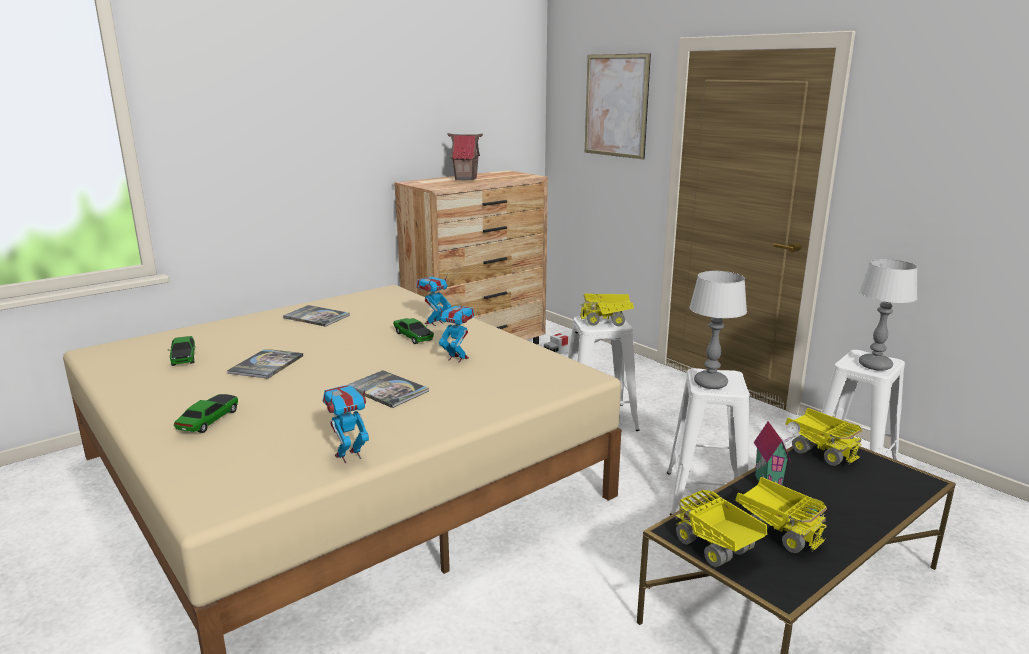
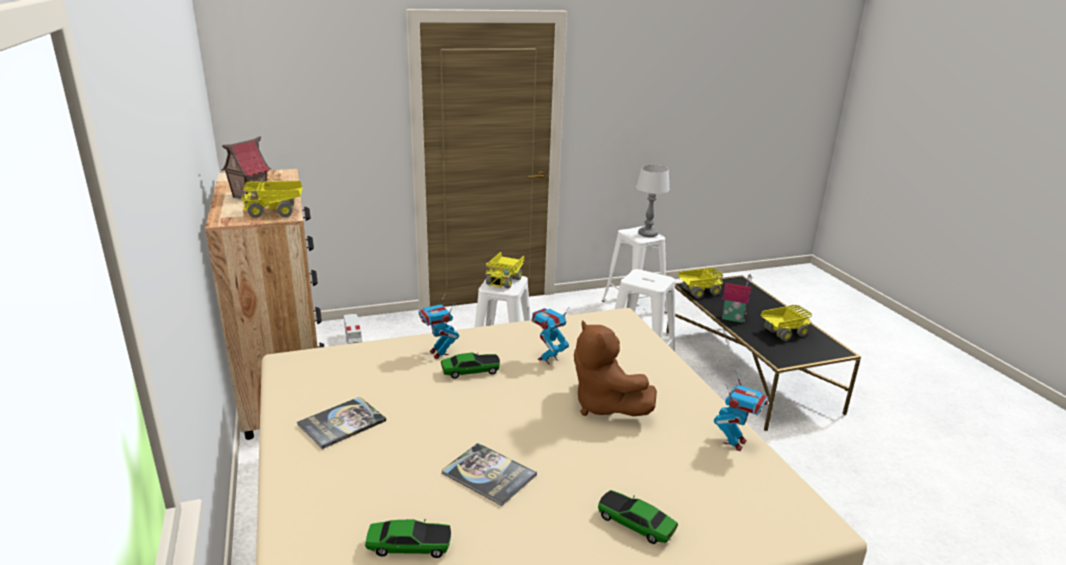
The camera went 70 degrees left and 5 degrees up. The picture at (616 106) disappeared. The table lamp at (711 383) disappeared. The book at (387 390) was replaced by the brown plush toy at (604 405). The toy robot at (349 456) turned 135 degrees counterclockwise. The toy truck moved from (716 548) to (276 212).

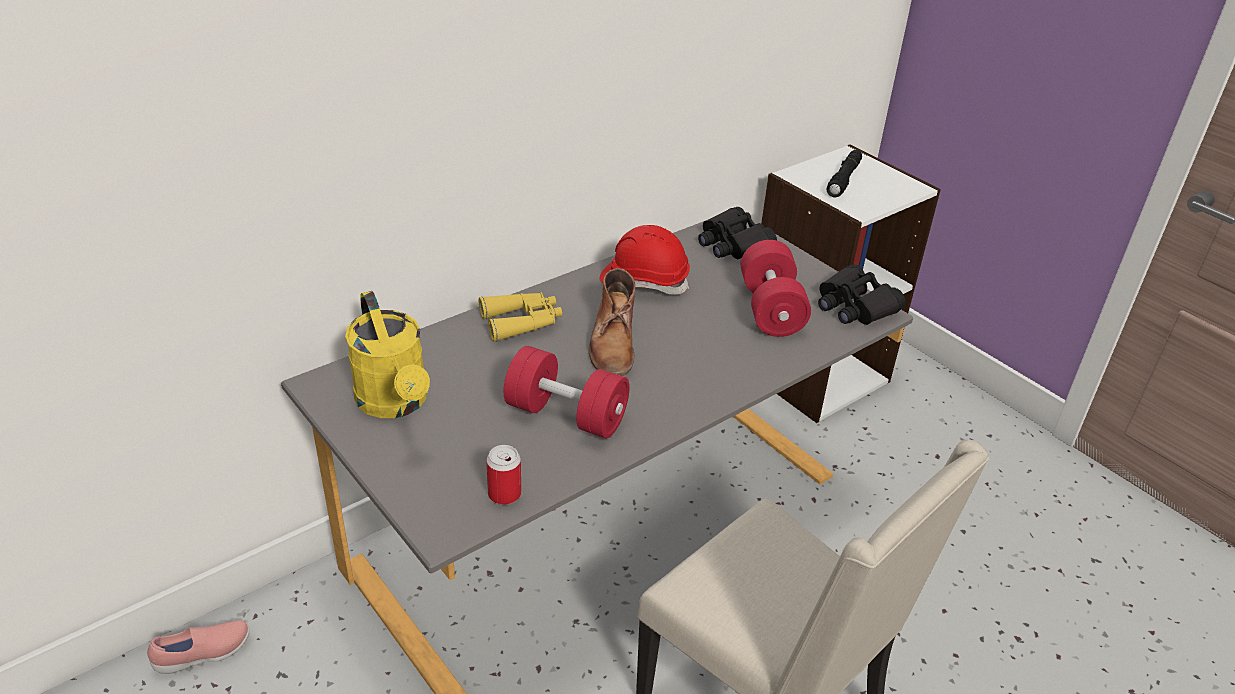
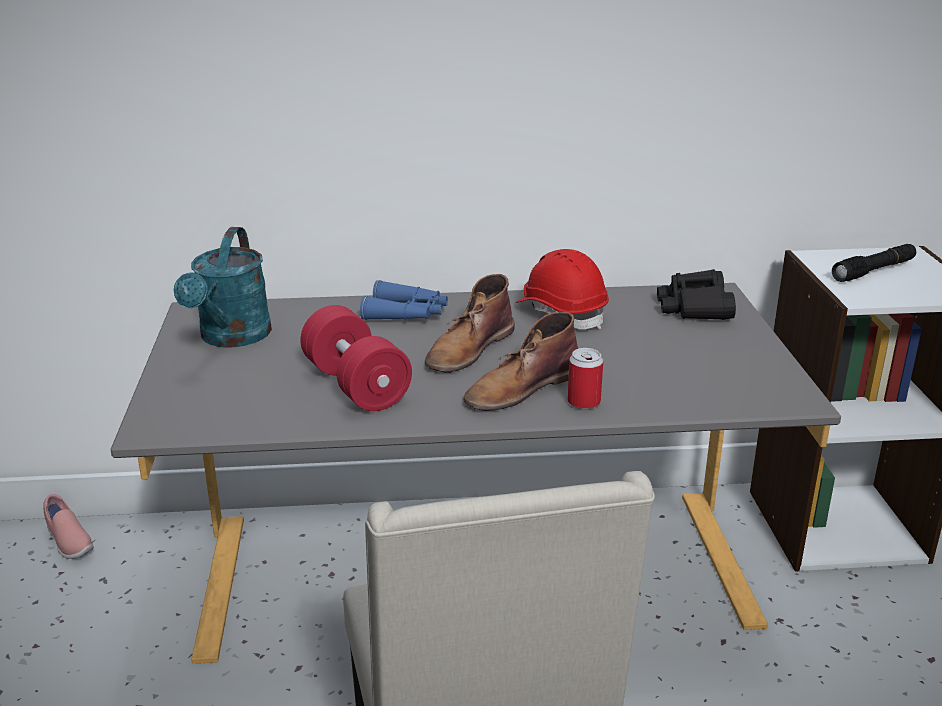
The camera went 35 degrees right and 10 degrees down. The red dumbbell at (770 309) disappeared. The black binoculars at (854 306) disappeared. The yellow watering can at (396 403) became the turquoise watering can at (231 338). The yellow binoculars at (522 322) became the blue binoculars at (407 313). The can moved from (504 494) to (583 402). The pink shoe at (203 654) turned 45 degrees clockwise. The brown boot at (521 388) appeared.

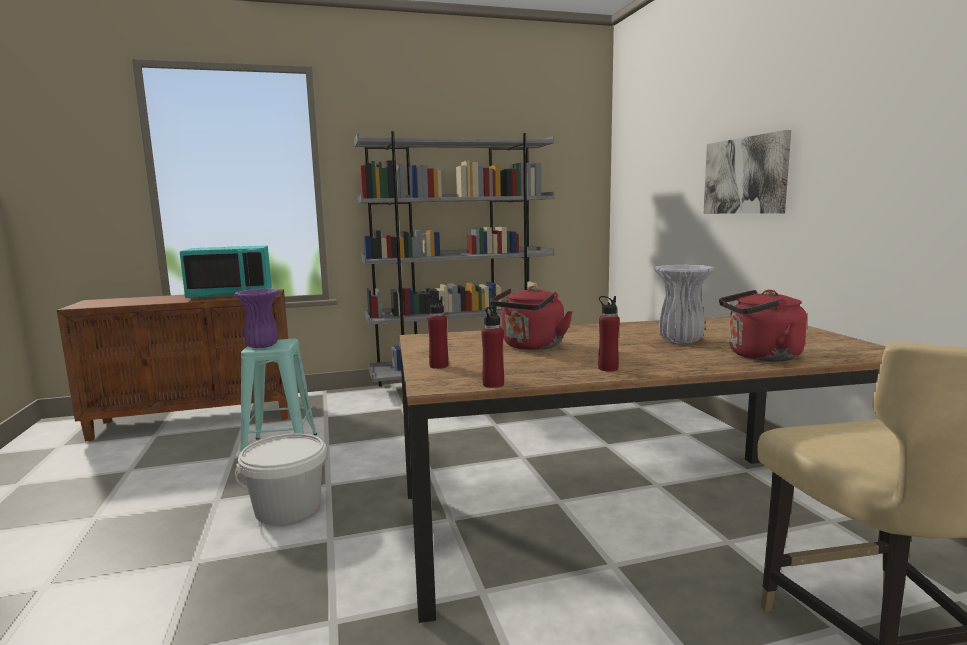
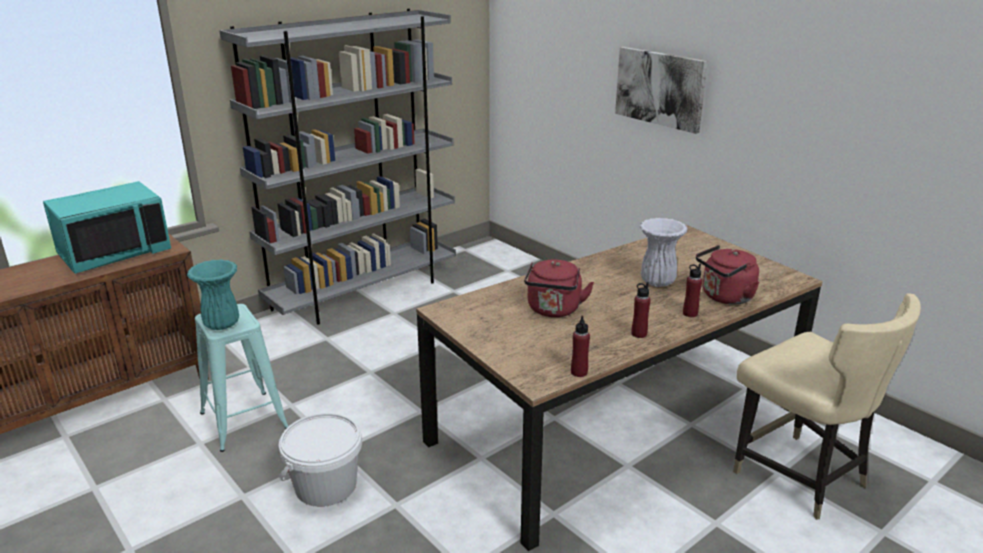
The camera went 25 degrees left and 15 degrees up. The purple vase at (263 346) became the turquoise vase at (222 324). The red bottle moved from (438 366) to (690 313).

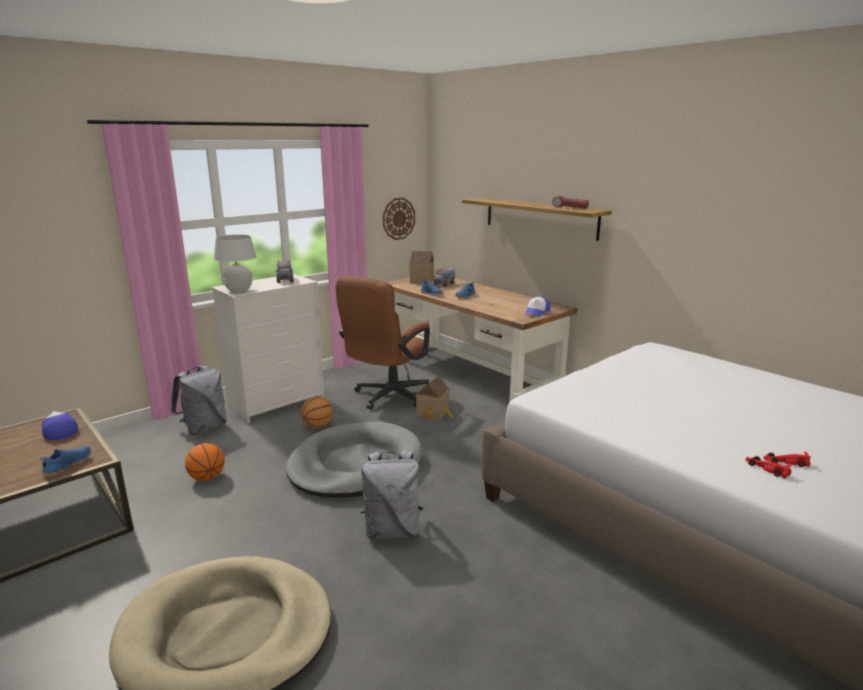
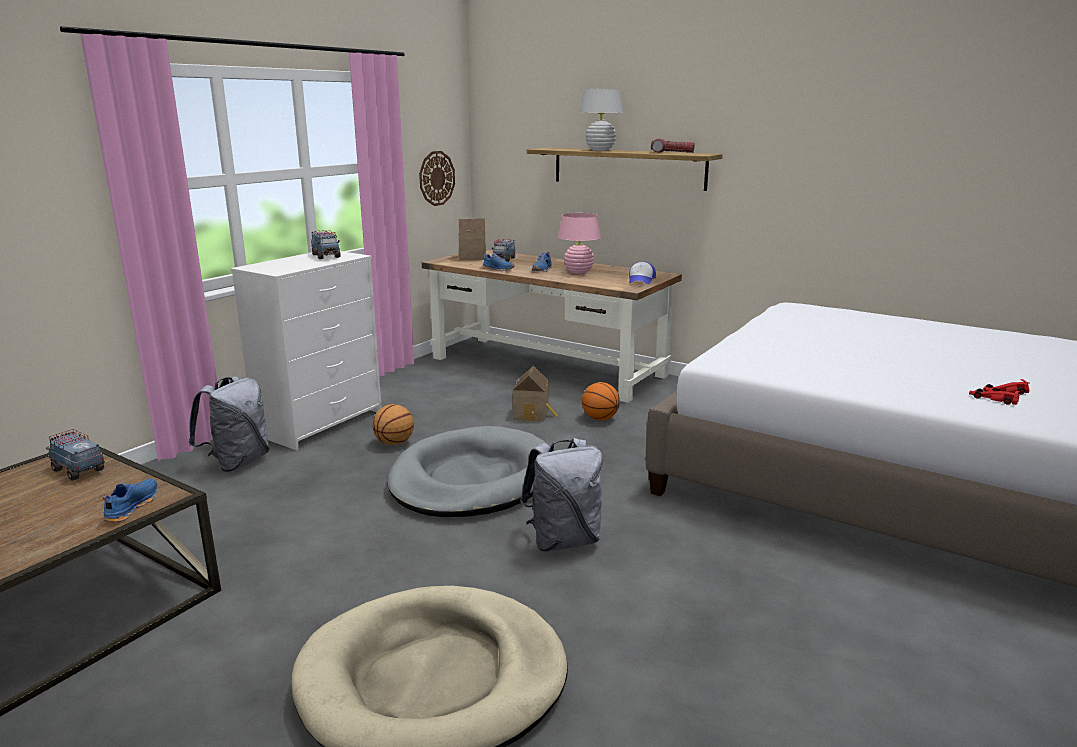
The camera went 15 degrees left and 0 degrees up. The white table lamp moved from (239 290) to (600 150). The brown office chair at (388 397) disappeared. The cap at (59 431) was replaced by the toy truck at (78 470). The basketball moved from (207 478) to (600 418). The pink table lamp at (578 272) appeared.

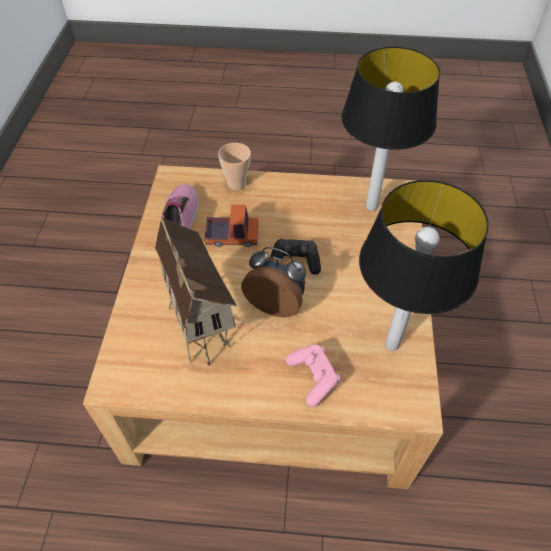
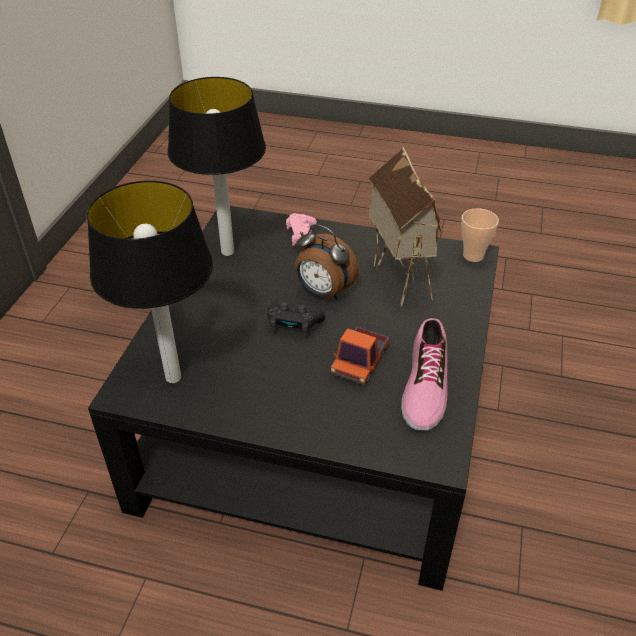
The camera went 170 degrees left and 10 degrees down. The cup moved from (236 184) to (473 256). The beige coffee table at (275 351) became the black coffee table at (318 423). The toy truck at (232 236) turned 75 degrees counterclockwise.

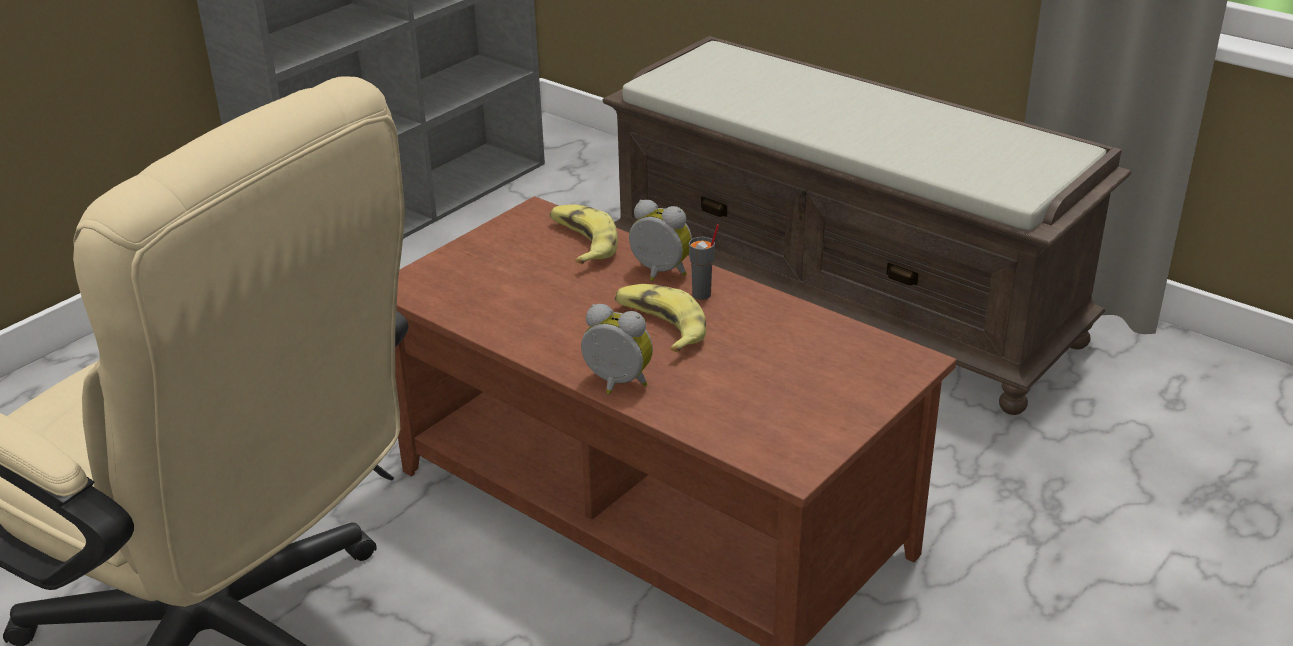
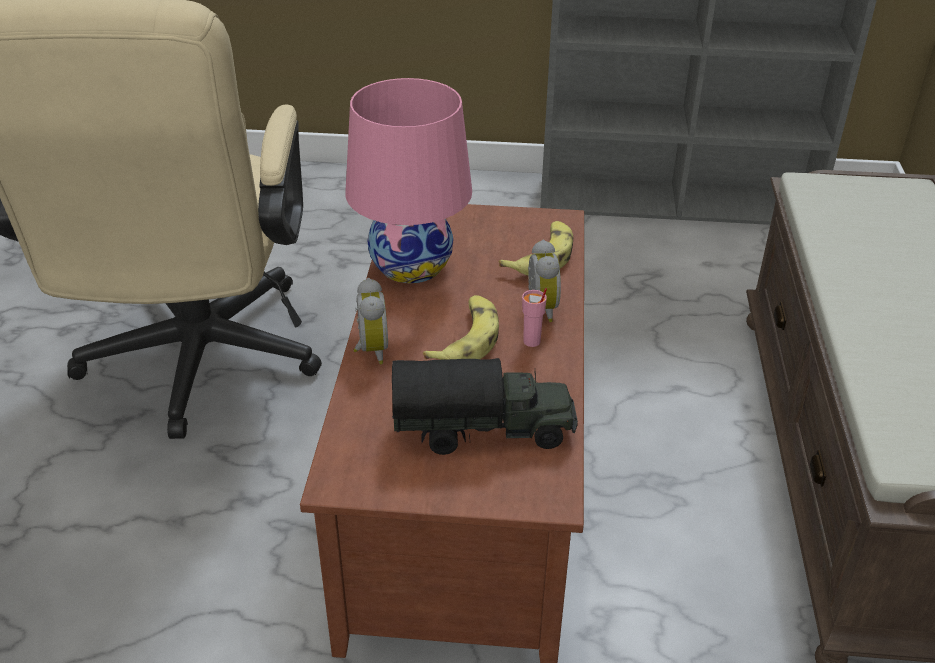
The camera went 55 degrees right and 5 degrees up. The grey cup at (702 295) became the pink cup at (532 342). The pink table lamp at (411 265) appeared. The toy truck at (484 431) appeared.

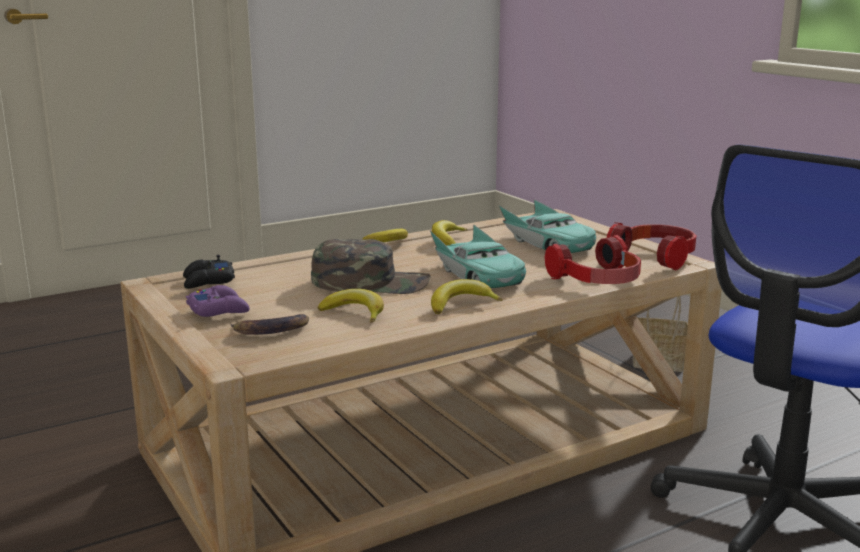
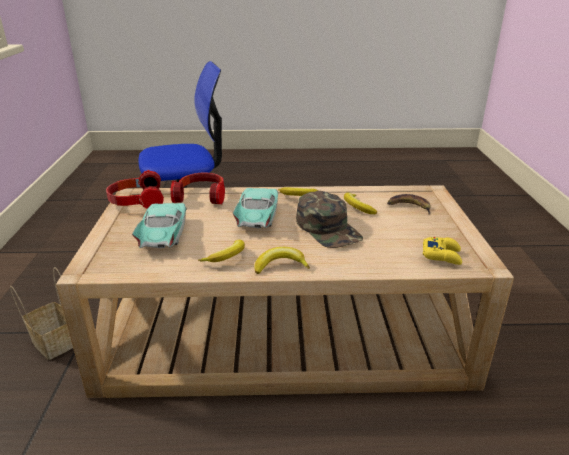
The camera went 150 degrees left and 10 degrees up. The green cap at (371 282) turned 150 degrees counterclockwise. The black game controller at (208 281) became the yellow game controller at (442 255). The purple game controller at (218 309) disappeared.

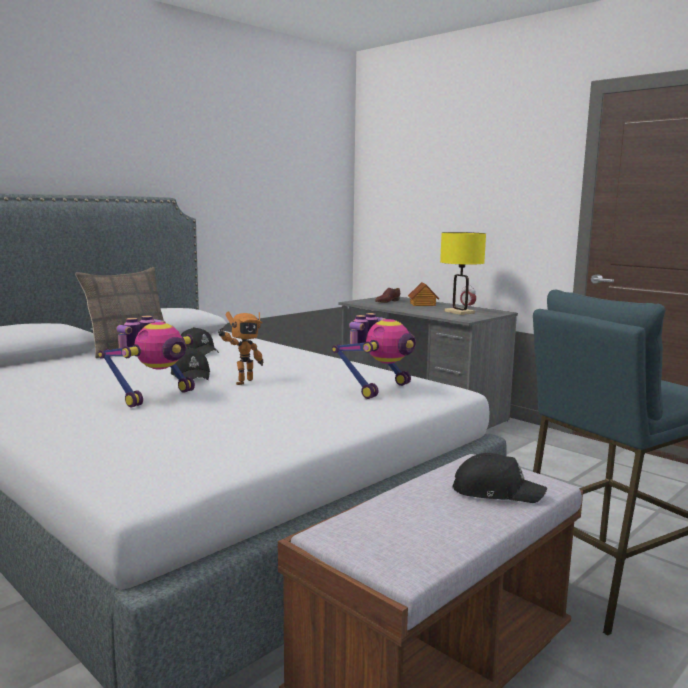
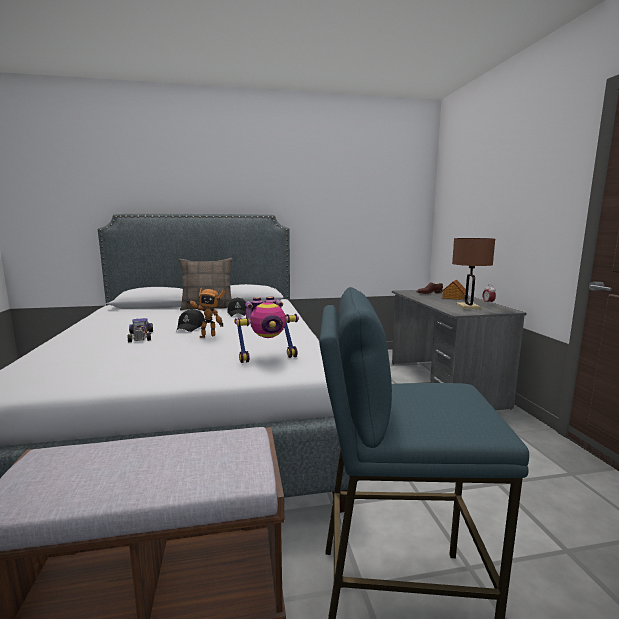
The camera went 35 degrees right and 0 degrees up. The yellow table lamp at (459 312) became the brown table lamp at (468 306). The toy robot at (154 396) was replaced by the toy car at (140 336). The black cap at (496 491) disappeared.

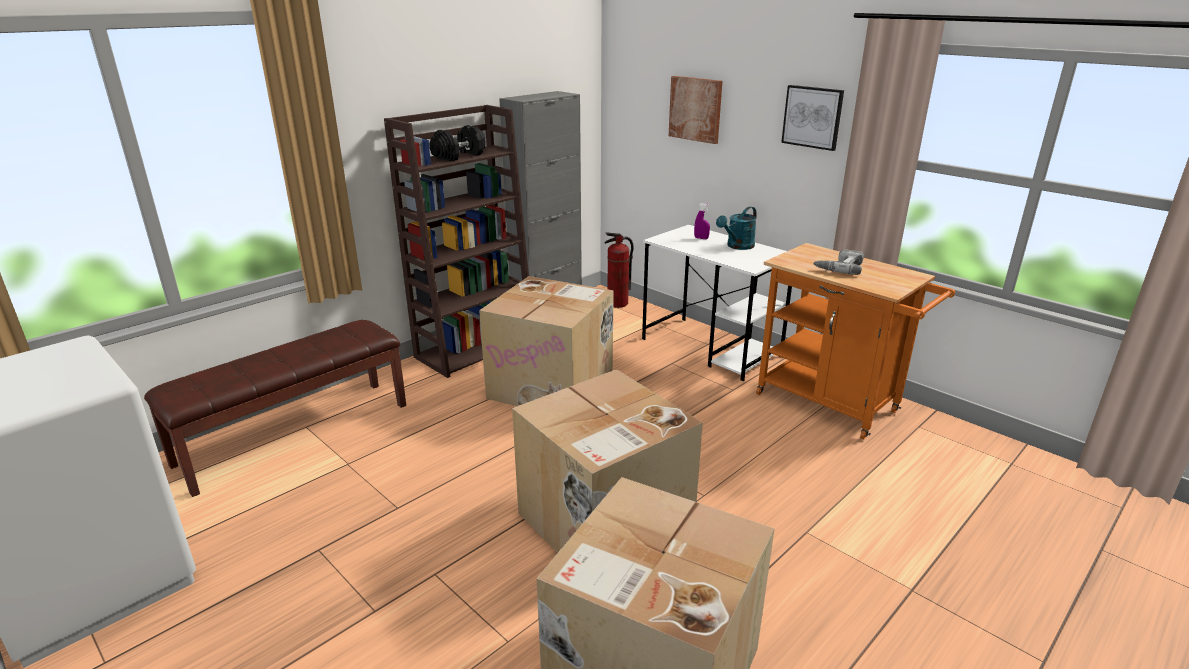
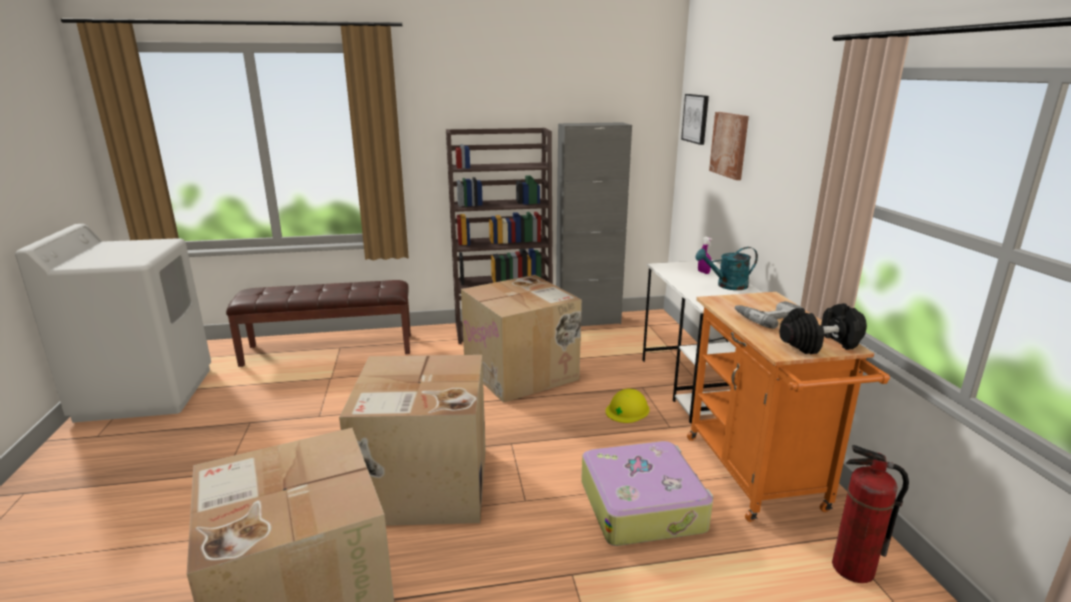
The camera went 35 degrees right and 5 degrees down. The picture moved from (812 117) to (696 118). The black dumbbell moved from (459 156) to (819 344). The fire extinguisher moved from (617 303) to (853 569). The yellow hard hat at (627 410) appeared. The suitcase at (643 505) appeared.

